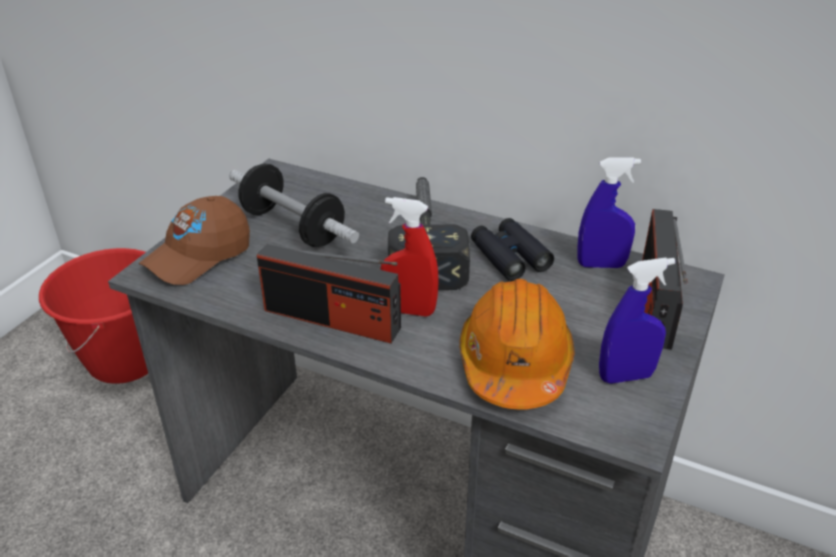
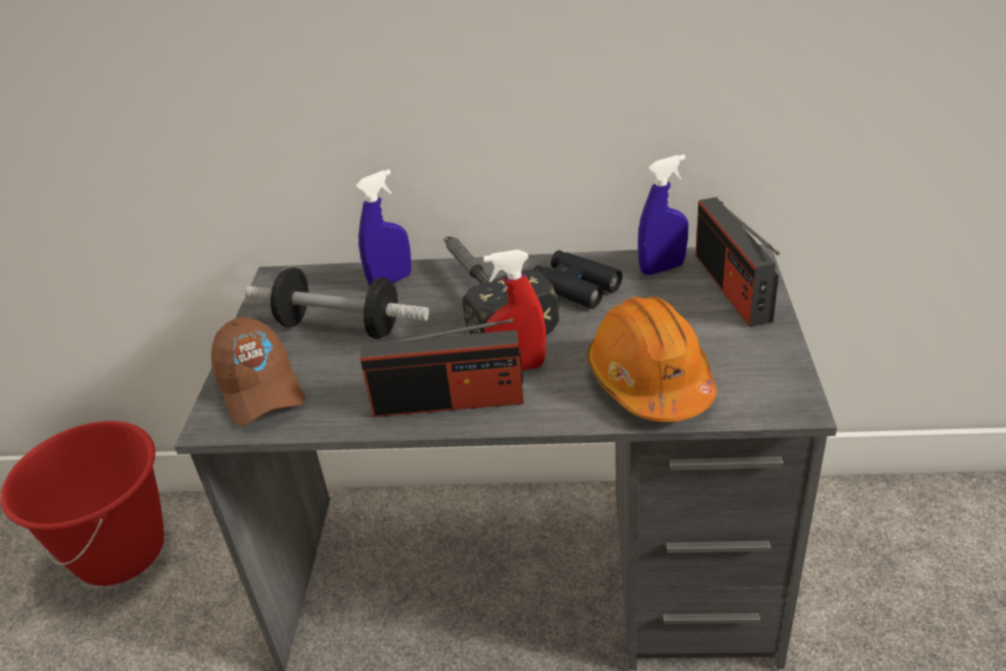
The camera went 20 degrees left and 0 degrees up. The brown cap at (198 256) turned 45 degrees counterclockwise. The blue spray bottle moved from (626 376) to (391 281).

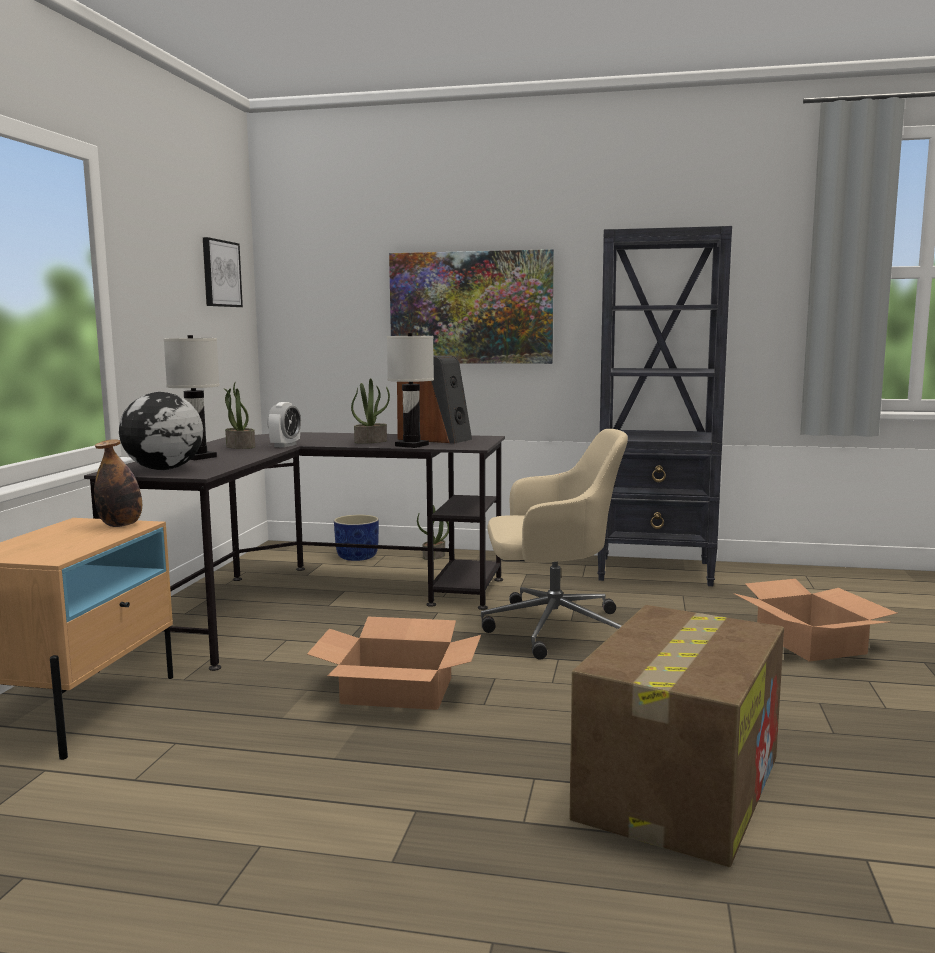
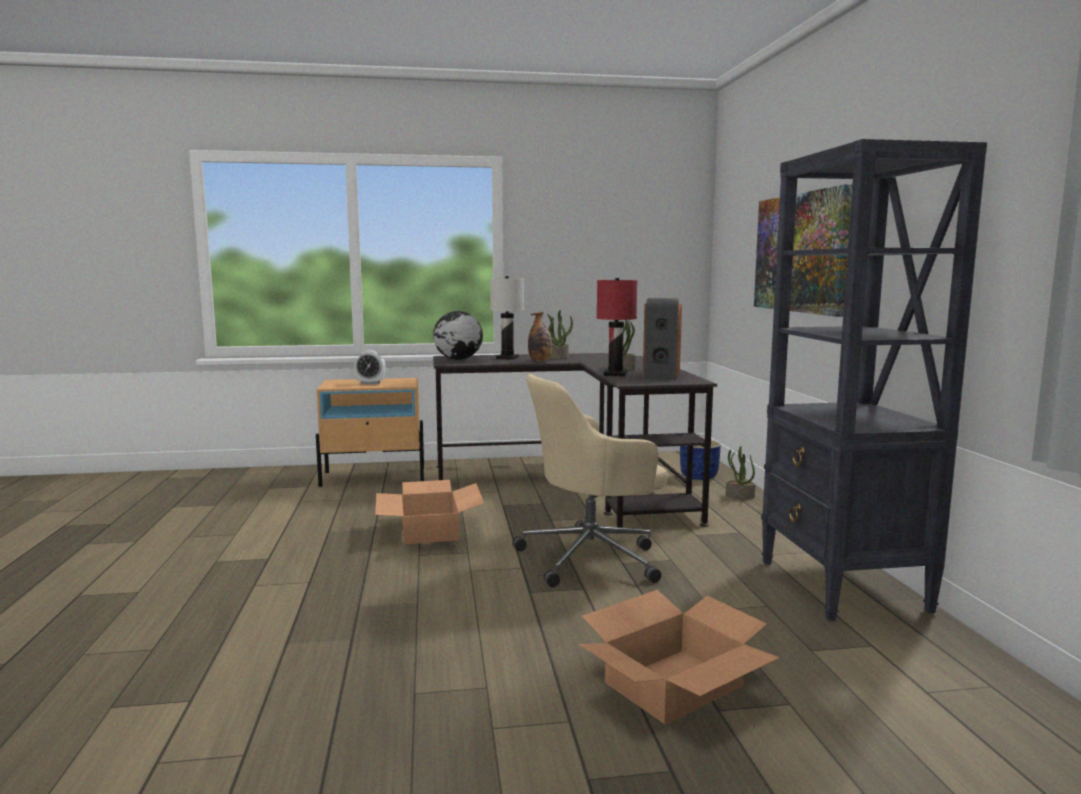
The camera went 70 degrees right and 0 degrees up. The picture at (220 273) disappeared. The white table lamp at (412 445) became the red table lamp at (615 374). The alarm clock moved from (285 445) to (370 383). The beige office chair at (552 628) turned 90 degrees clockwise. The bottle moved from (121 525) to (540 361). The cardboard box at (679 786) disappeared.

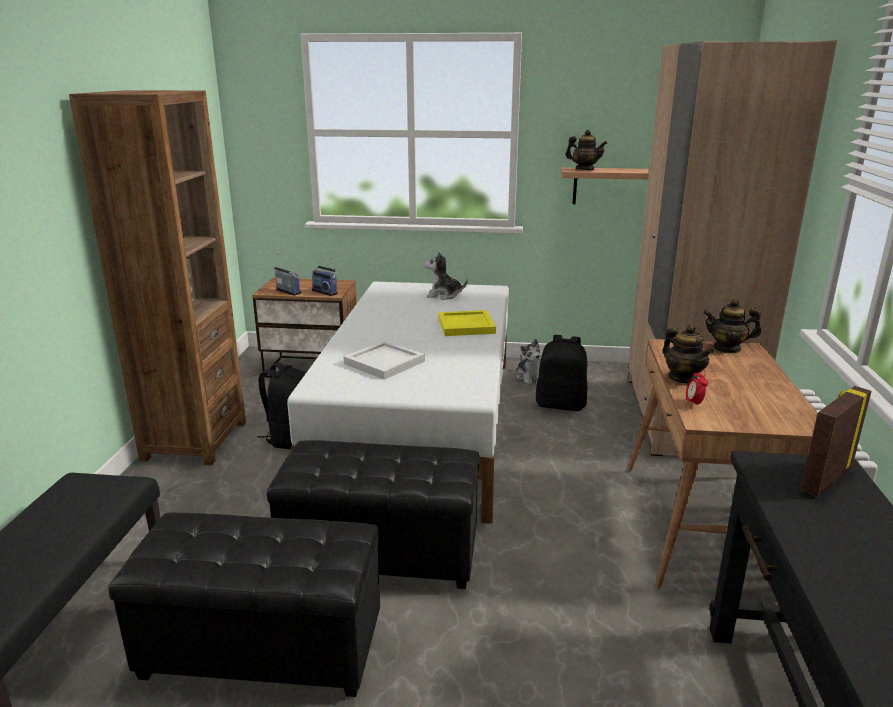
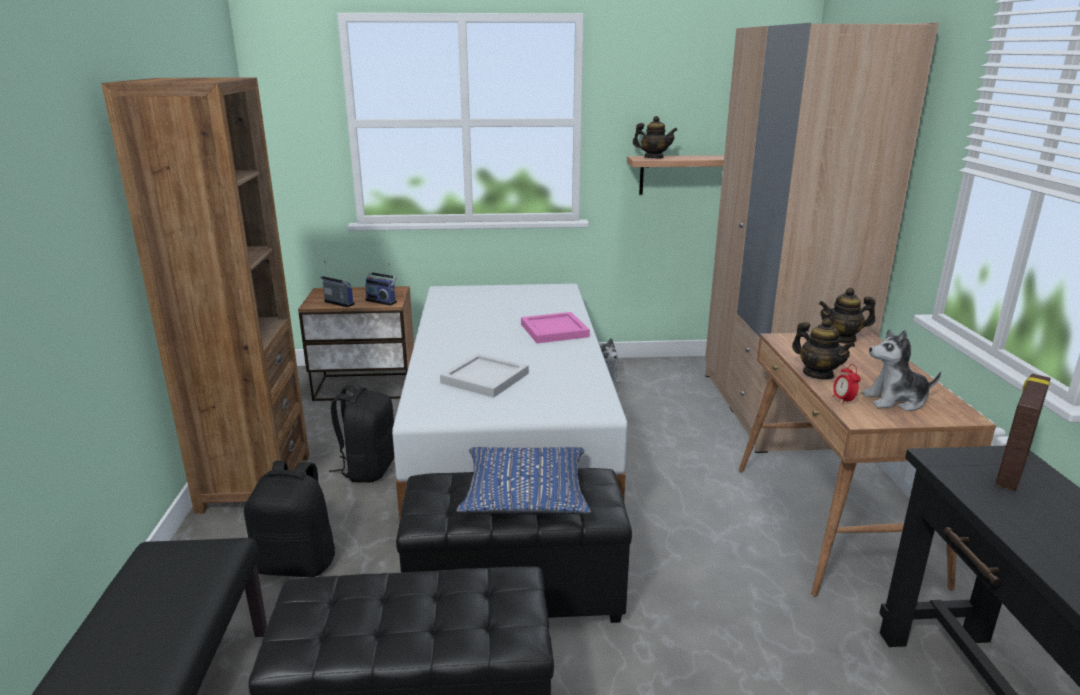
The camera went 10 degrees left and 0 degrees up. The plush toy moved from (444 295) to (895 400). The yellow tray at (465 326) became the pink tray at (554 331). The black backpack moved from (561 405) to (297 563). The blue pillow at (525 493) appeared.

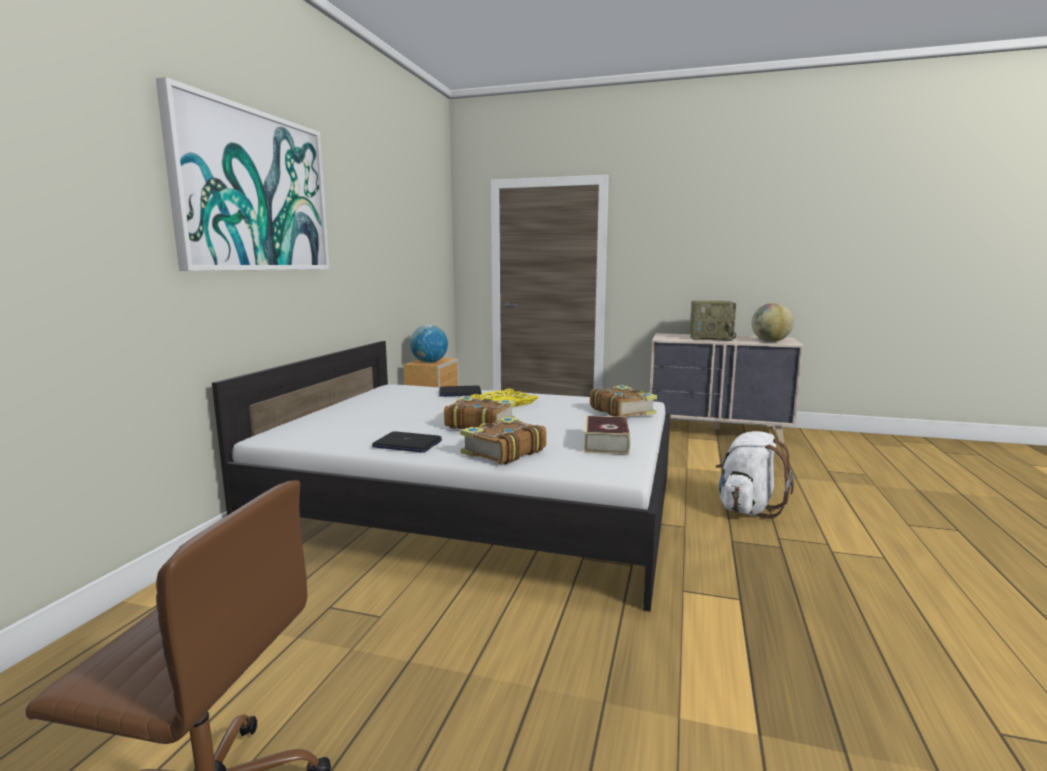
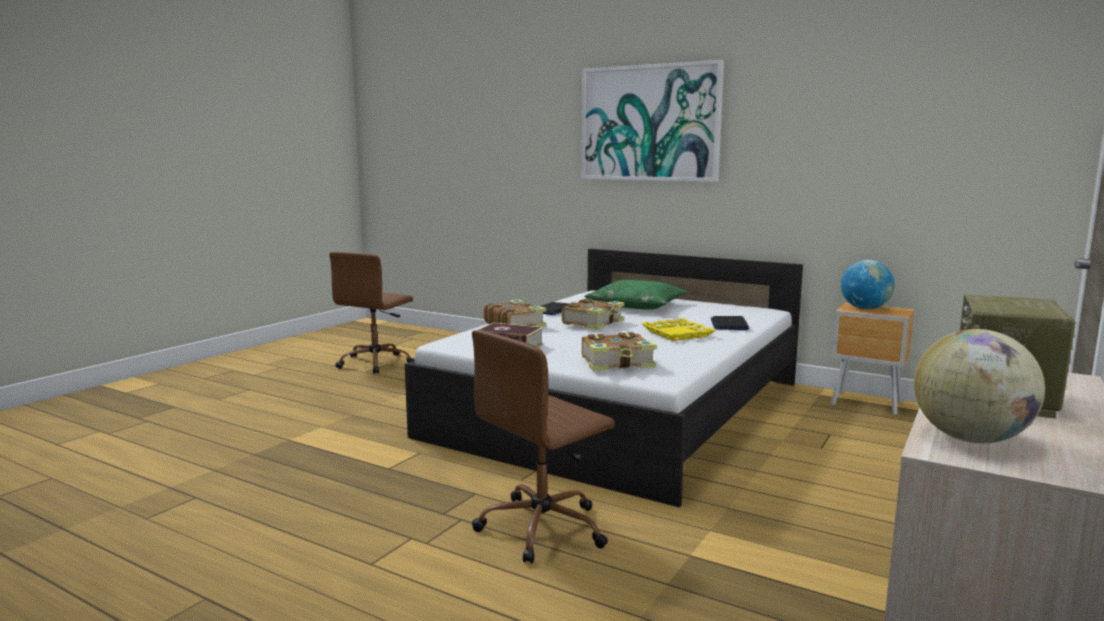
The camera went 105 degrees right and 0 degrees up. The white backpack at (747 508) was replaced by the brown office chair at (544 528). The green pillow at (636 306) appeared.

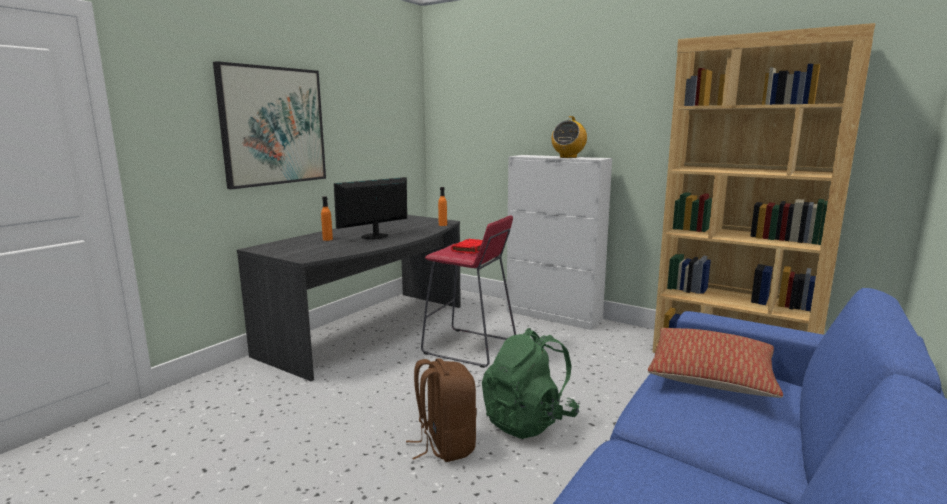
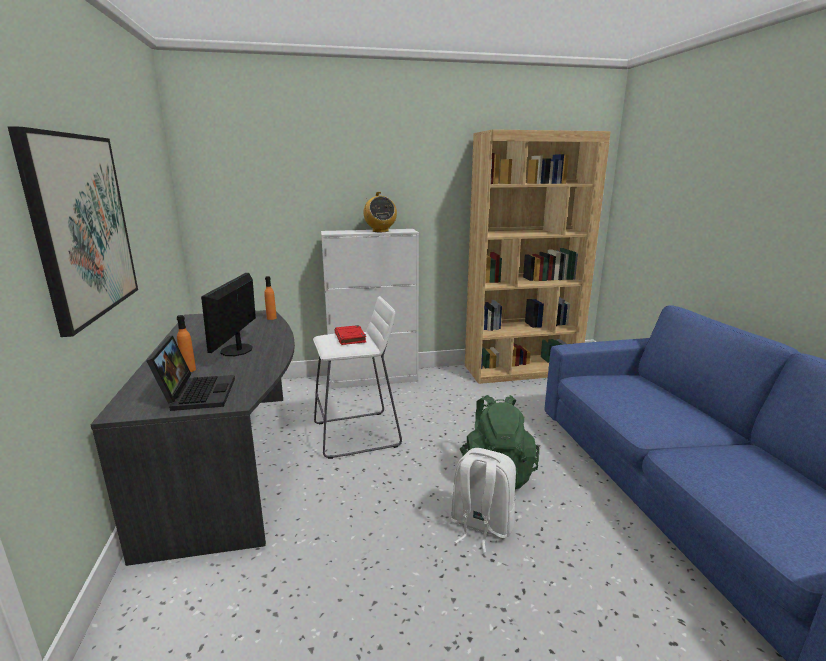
The camera went 45 degrees left and 5 degrees up. The red stool at (470 347) became the white stool at (357 434). The pillow at (711 377) disappeared. The brown backpack at (445 445) became the white backpack at (480 526). The laptop at (196 393) appeared.

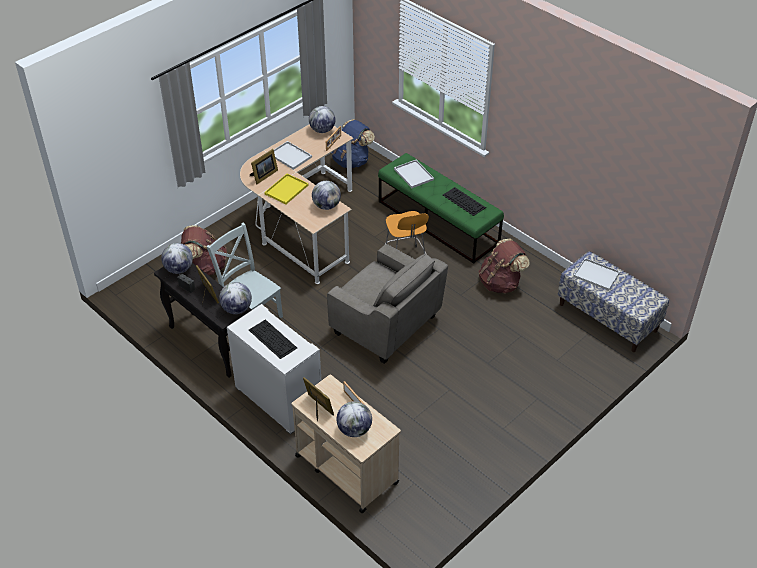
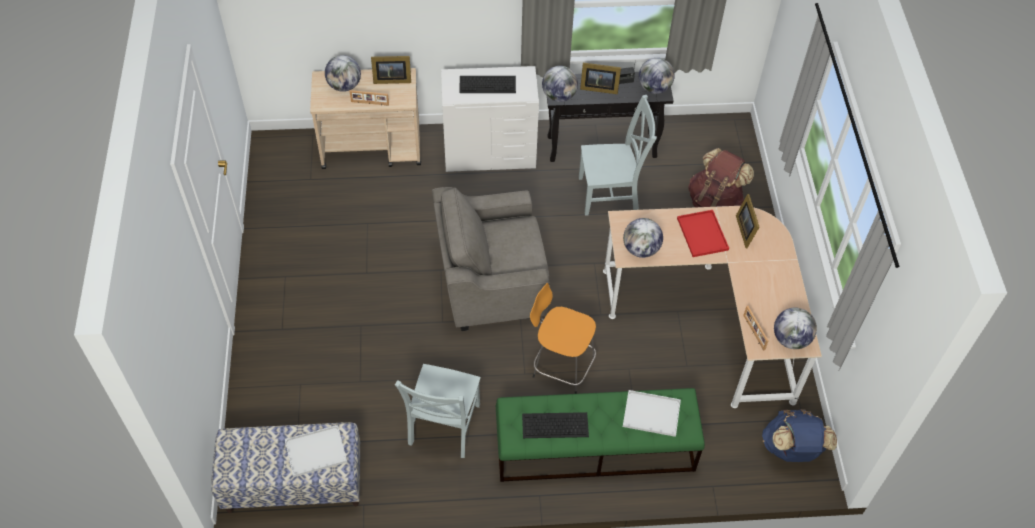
The camera went 130 degrees right and 10 degrees up. The white tray at (291 156) disappeared. The yellow tray at (286 190) became the red tray at (701 233). The brown backpack at (500 283) was replaced by the grey chair at (443 427).

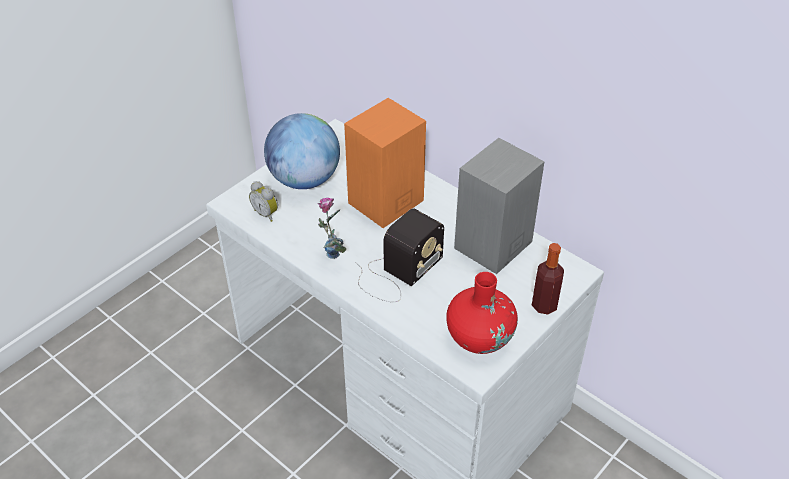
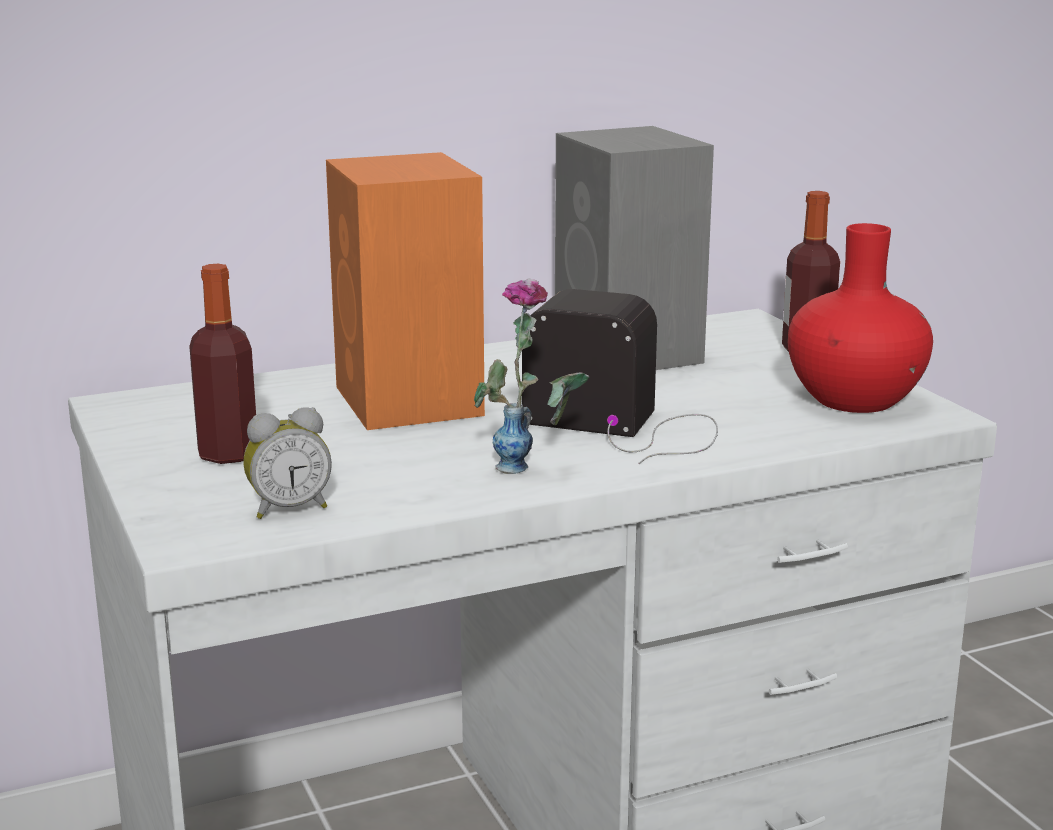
The camera went 65 degrees left and 25 degrees down. The globe at (304 179) was replaced by the bottle at (228 454). The radio at (397 272) turned 45 degrees counterclockwise.

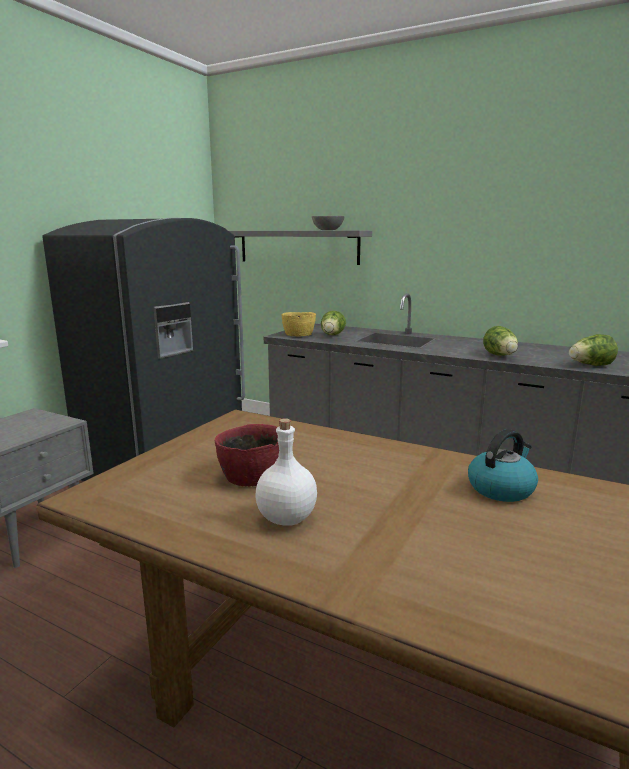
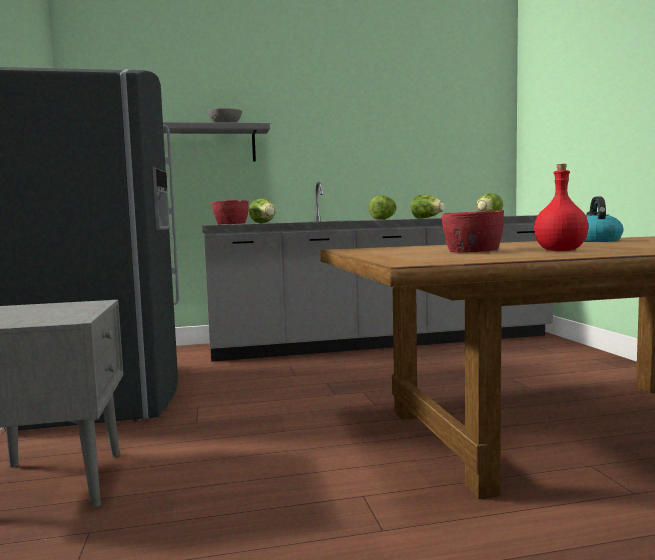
The camera went 40 degrees left and 10 degrees down. The yellow bowl at (298 334) became the red bowl at (231 224). The white bottle at (286 518) became the red bottle at (559 251). The lettuce at (384 219) appeared.

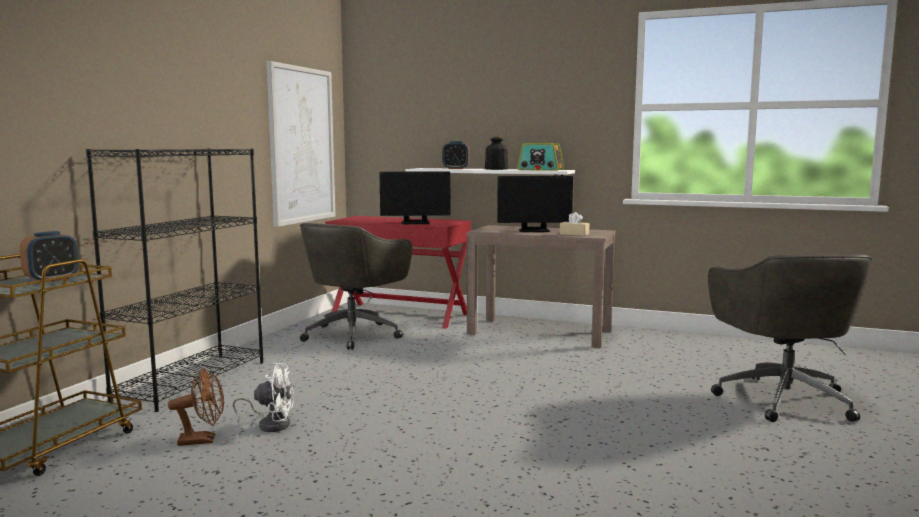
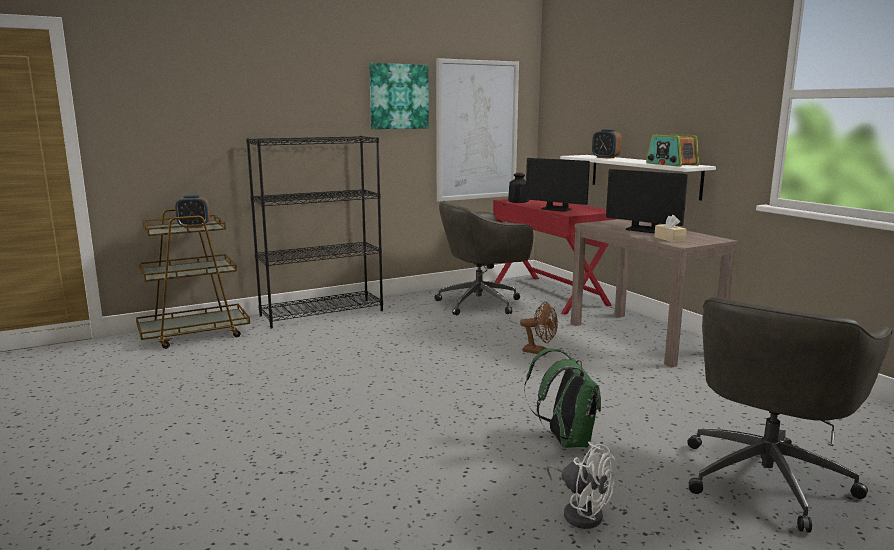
The camera went 40 degrees right and 5 degrees up. The bottle moved from (496 169) to (518 201). The white fan moved from (271 424) to (580 512). The brown fan moved from (203 440) to (540 352). The picture at (398 96) appeared. The green backpack at (565 440) appeared.

